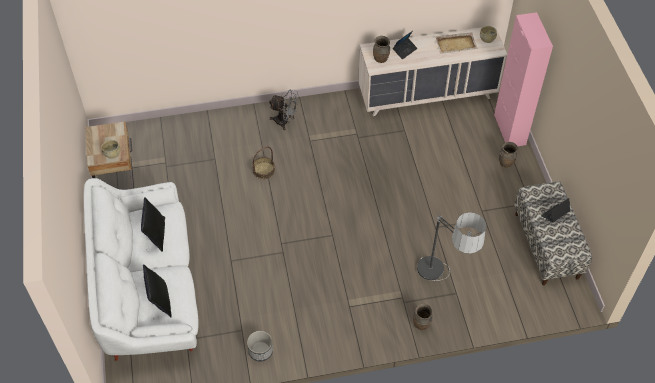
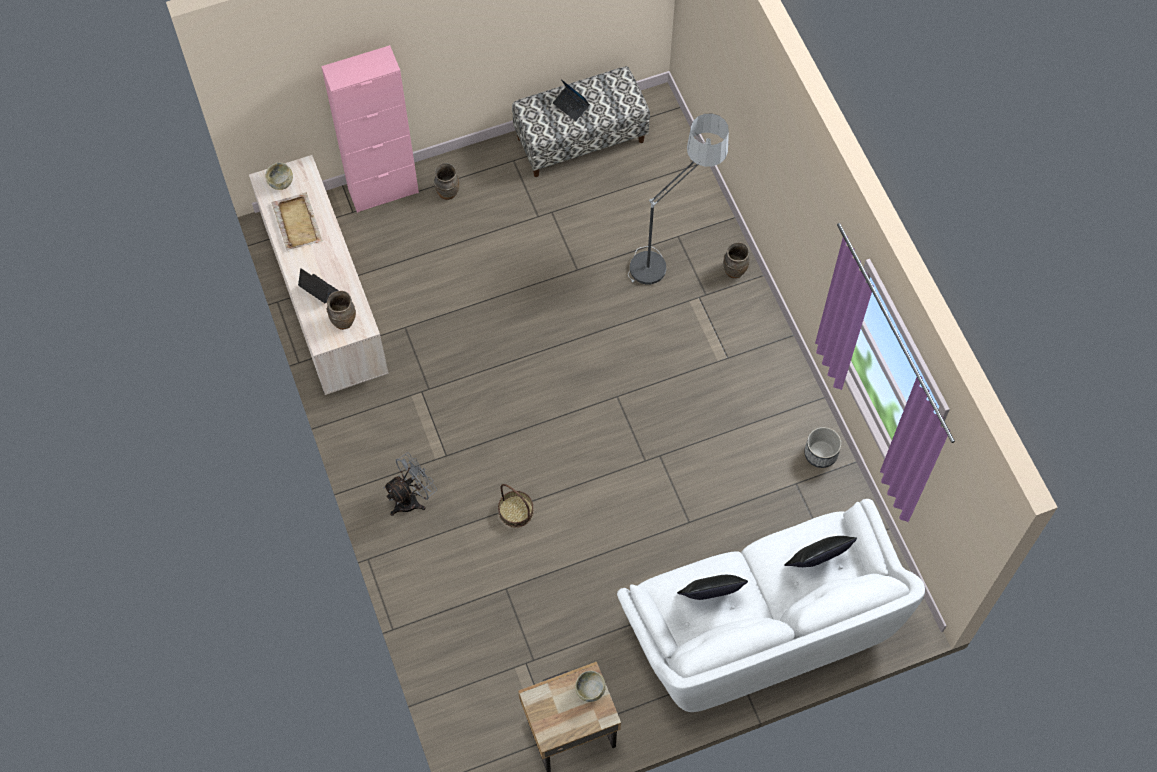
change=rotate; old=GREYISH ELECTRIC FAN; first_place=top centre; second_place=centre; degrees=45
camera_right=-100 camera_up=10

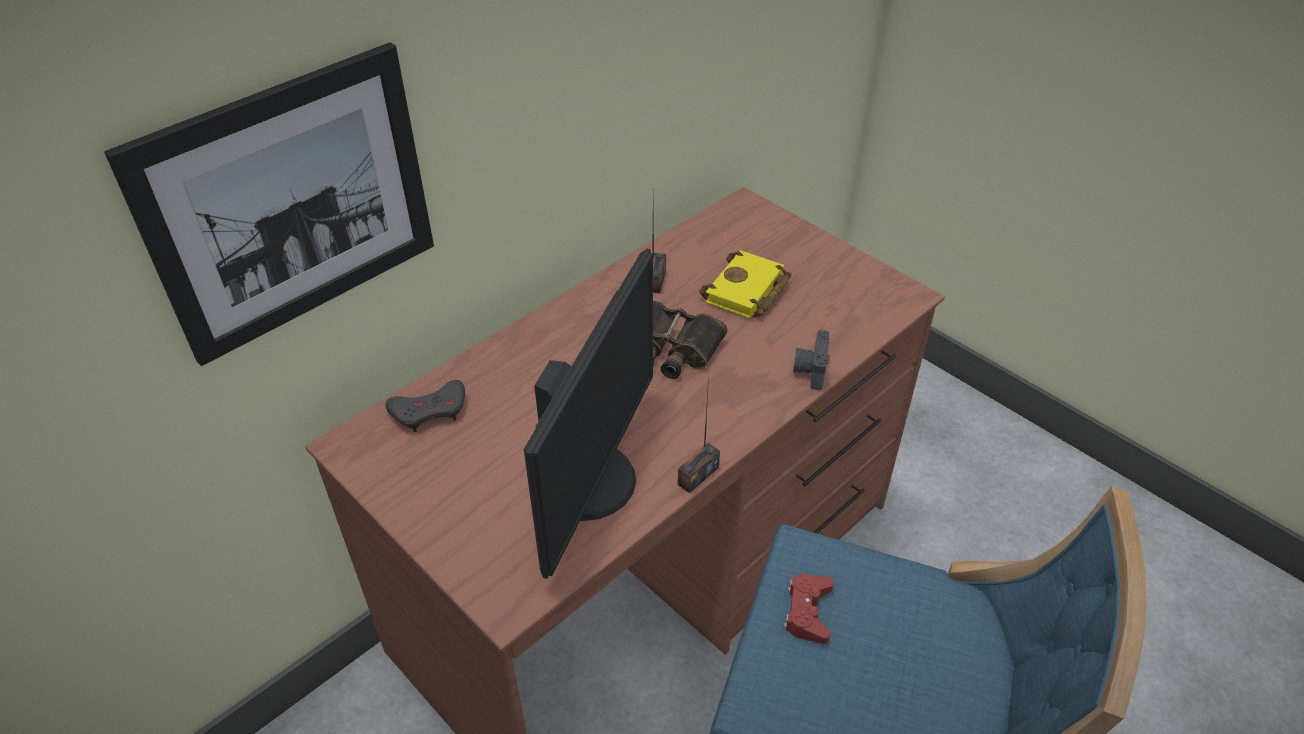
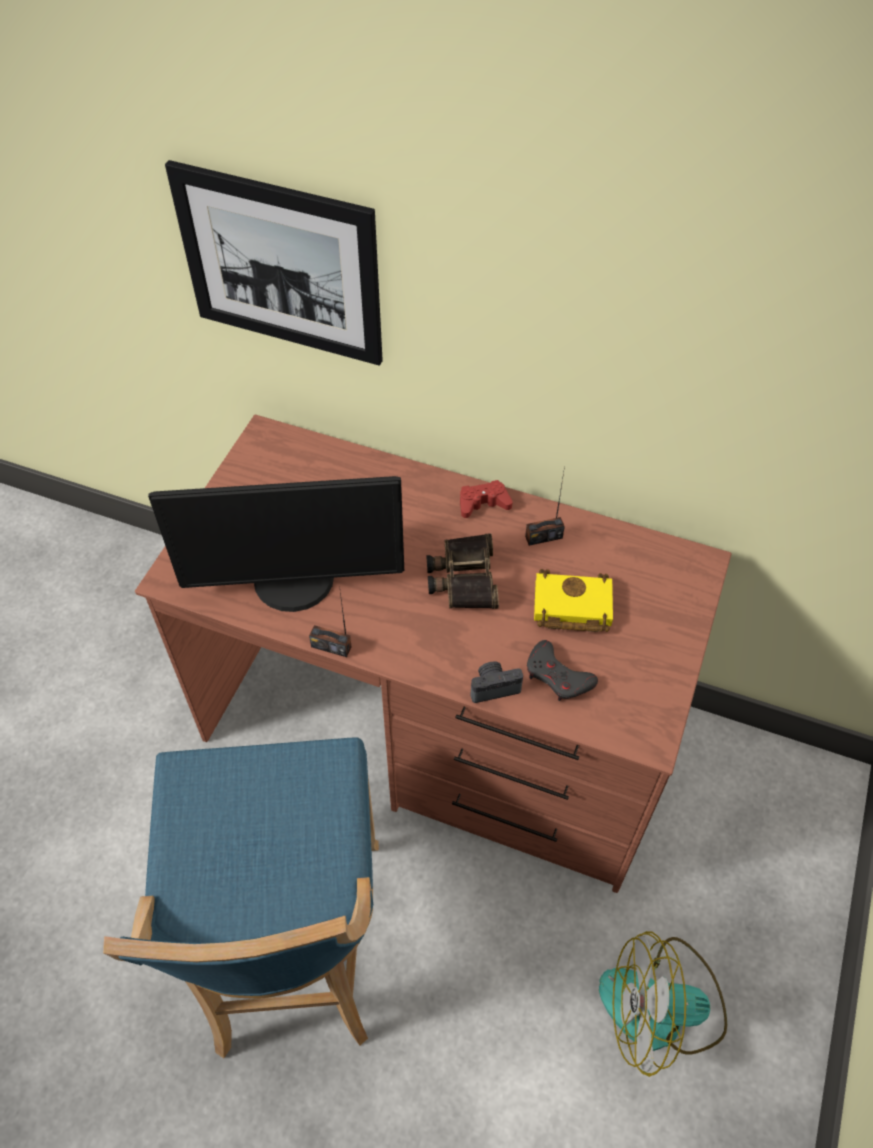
change=move; old=GREYISH JOYPAD; first_place=middle left; second_place=centre
change=move; old=RED-COLOURED JOYPAD; first_place=bottom centre; second_place=centre
change=insert; new=ELECTRIC FAN; second_place=bottom right
camera_right=65 camera_up=10

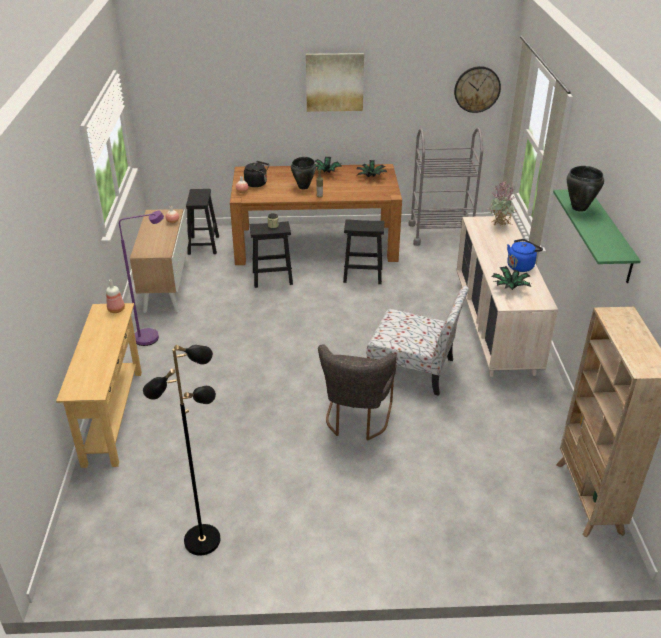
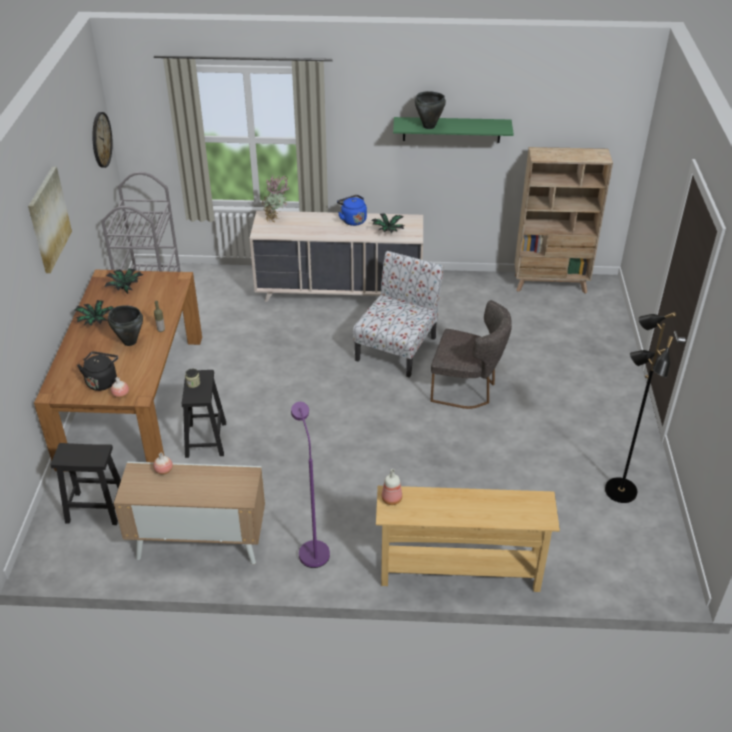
change=delete; old=BLACK SITTING STOOL (3rd from left); first_place=centre
camera_right=-85 camera_up=5

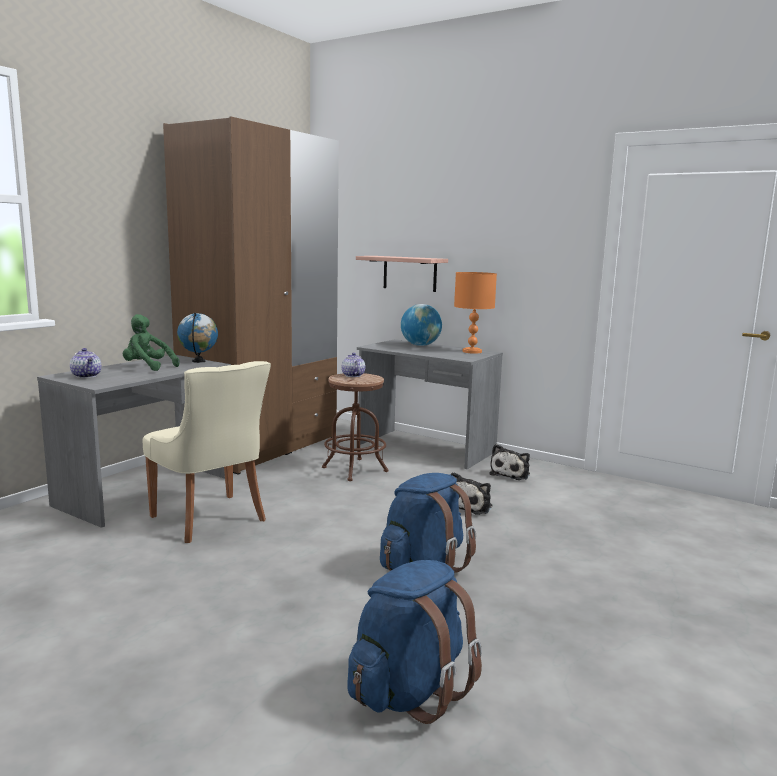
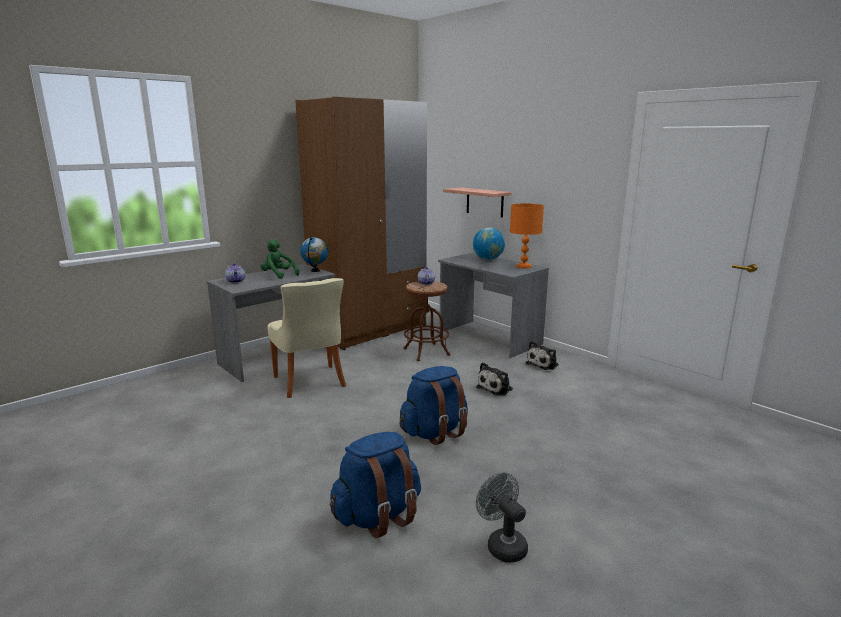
change=insert; new=GREYISH ELECTRIC FAN; second_place=bottom centre
camera_right=15 camera_up=5

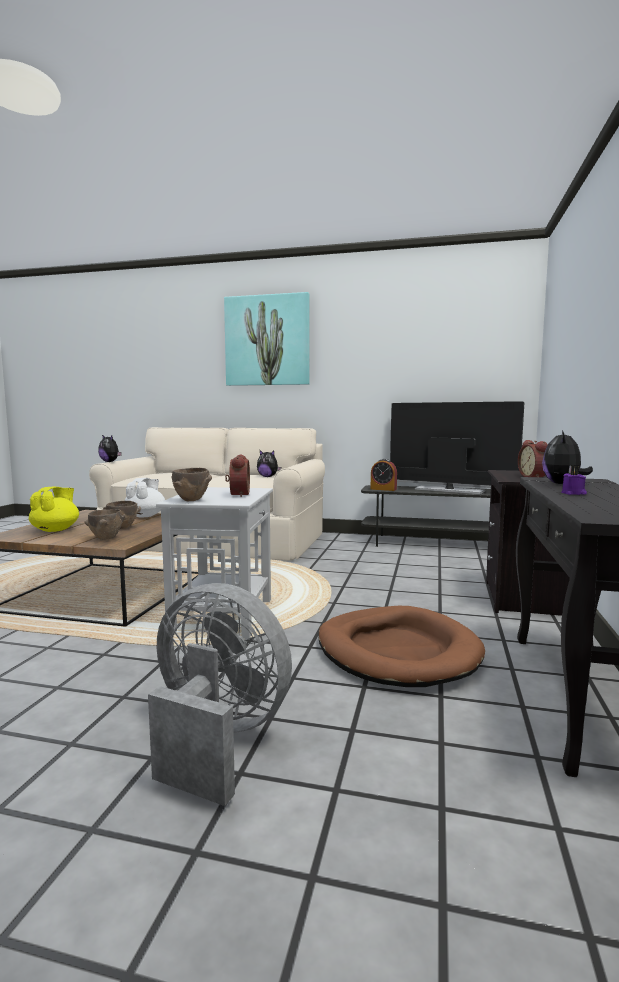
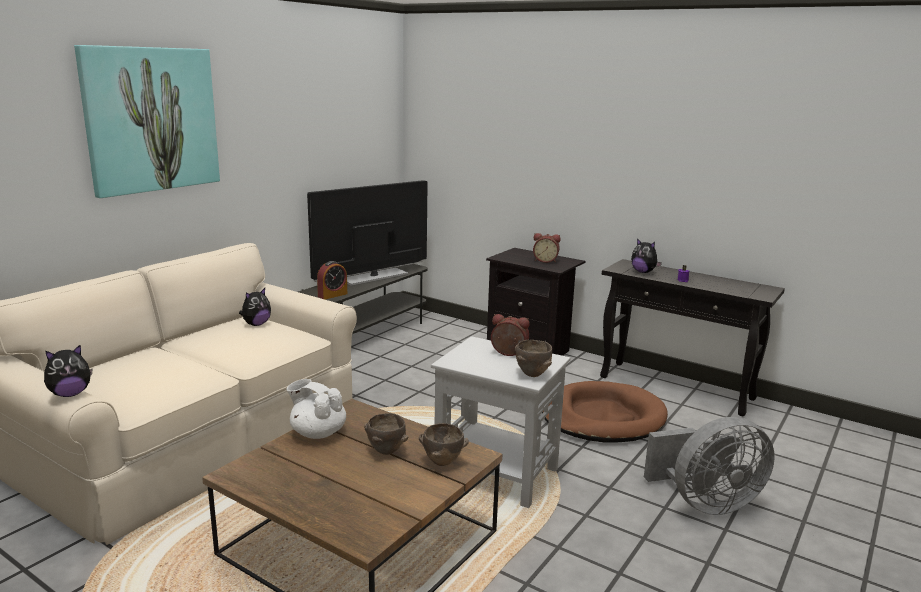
change=delete; old=YELLOWISH POT FOR TEA; first_place=middle left
change=rotate; old=GREYISH ELECTRIC FAN; first_place=bottom centre; second_place=bottom right; degrees=-150
camera_right=-70 camera_up=10

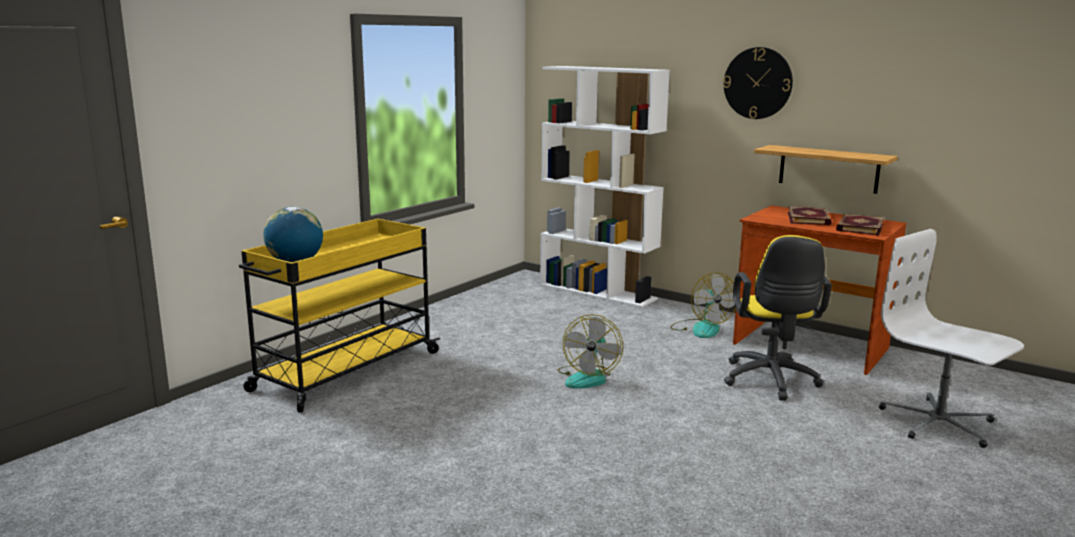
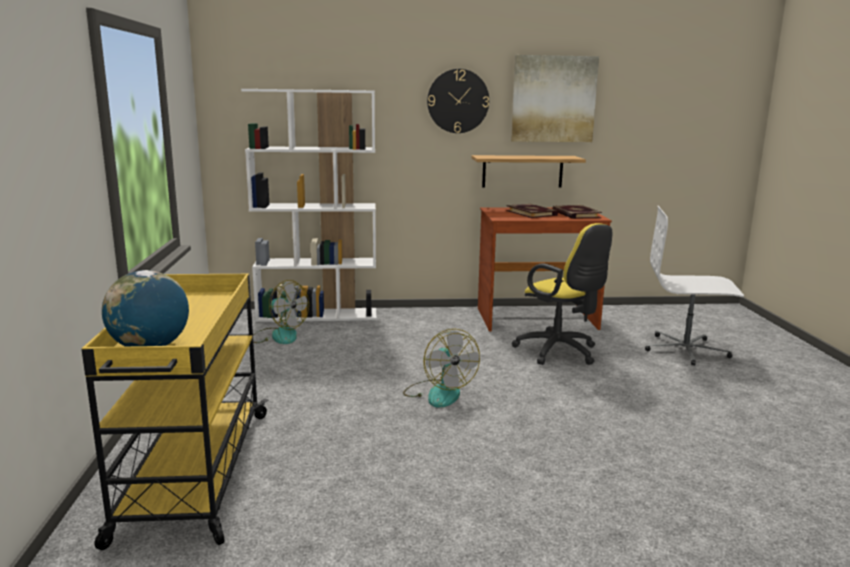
change=move; old=ELECTRIC FAN (2nd from left in the first image); new=ELECTRIC FAN (1st from left); first_place=centre; second_place=middle left
change=insert; new=WALL PICTURE; second_place=top centre
camera_right=-40 camera_up=0

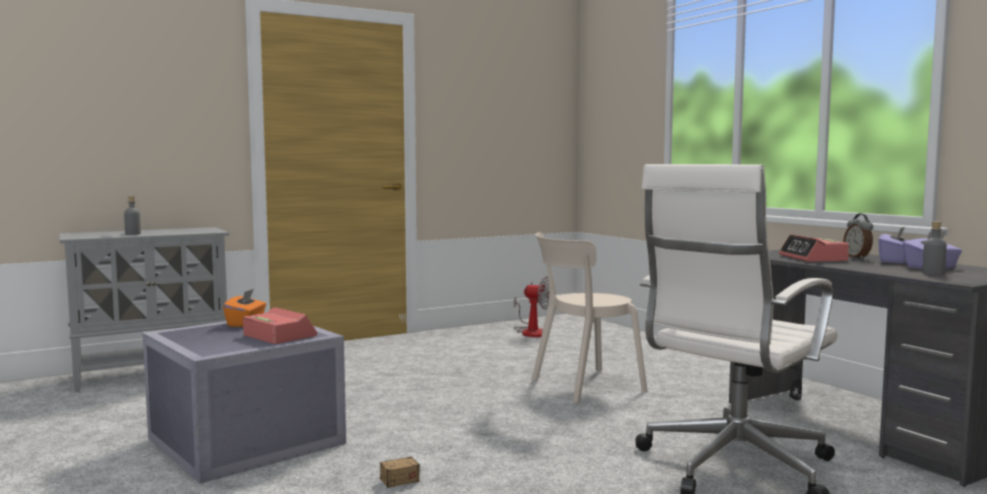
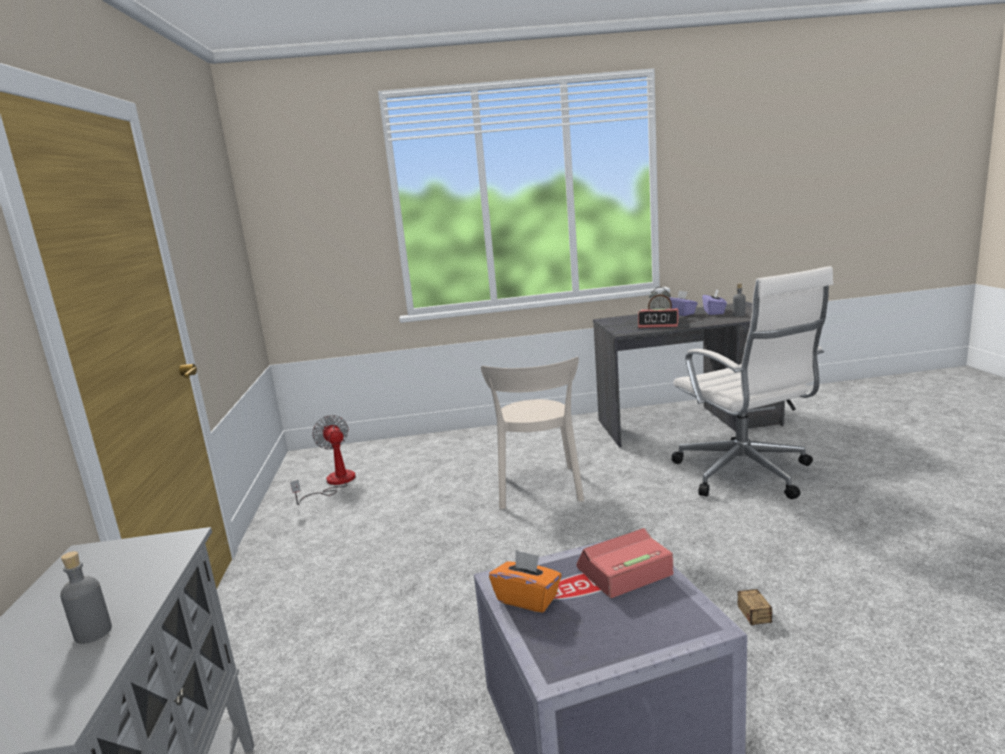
change=rotate; old=ELECTRIC FAN; first_place=centre; second_place=middle left; degrees=-75
camera_right=-65 camera_up=10

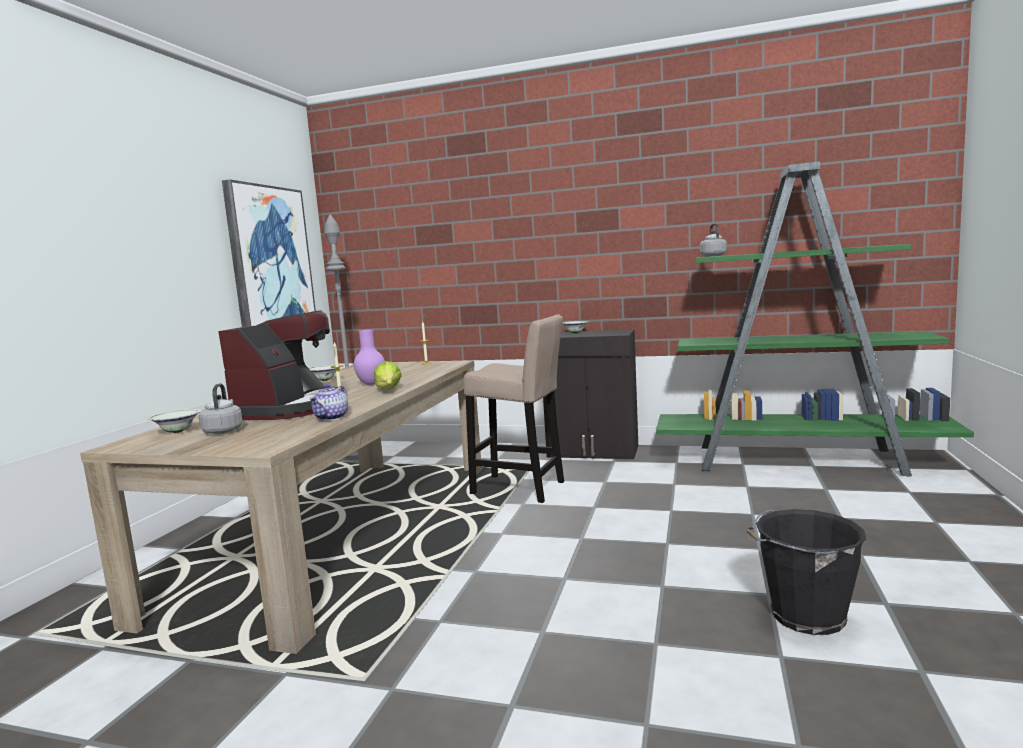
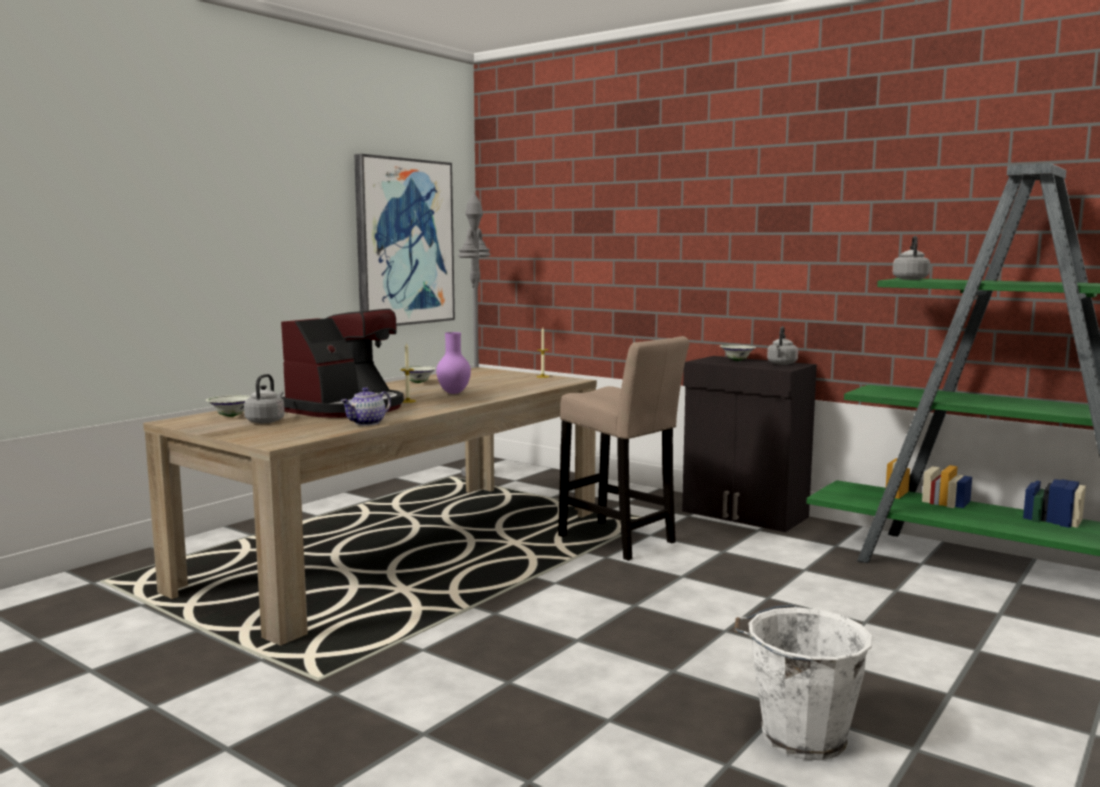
change=delete; old=HEAD OF LETTUCE; first_place=centre
change=recolor; old=BLACK WATER BUCKET; new=WHITISH WATER BUCKET; first_place=bottom right; second_place=bottom right
change=insert; new=GREYISH KETTLE (2nd from left); second_place=middle right
camera_right=20 camera_up=0

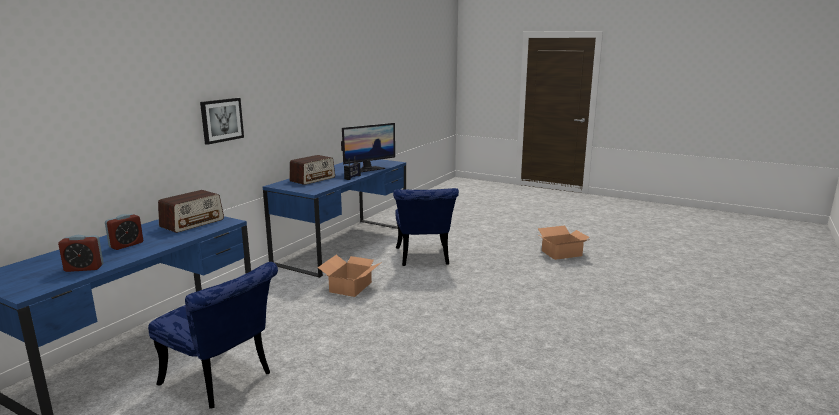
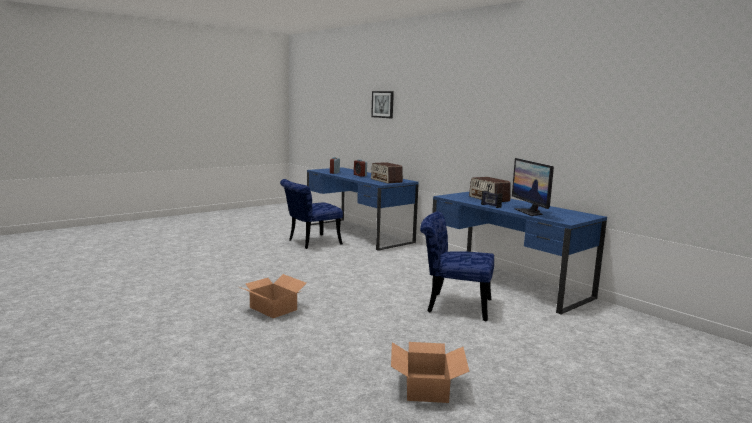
change=move; old=WALL PICTURE; first_place=top left; second_place=top centre
change=move; old=PACKING BOX (1st from left); first_place=centre; second_place=bottom centre
camera_right=110 camera_up=-5

